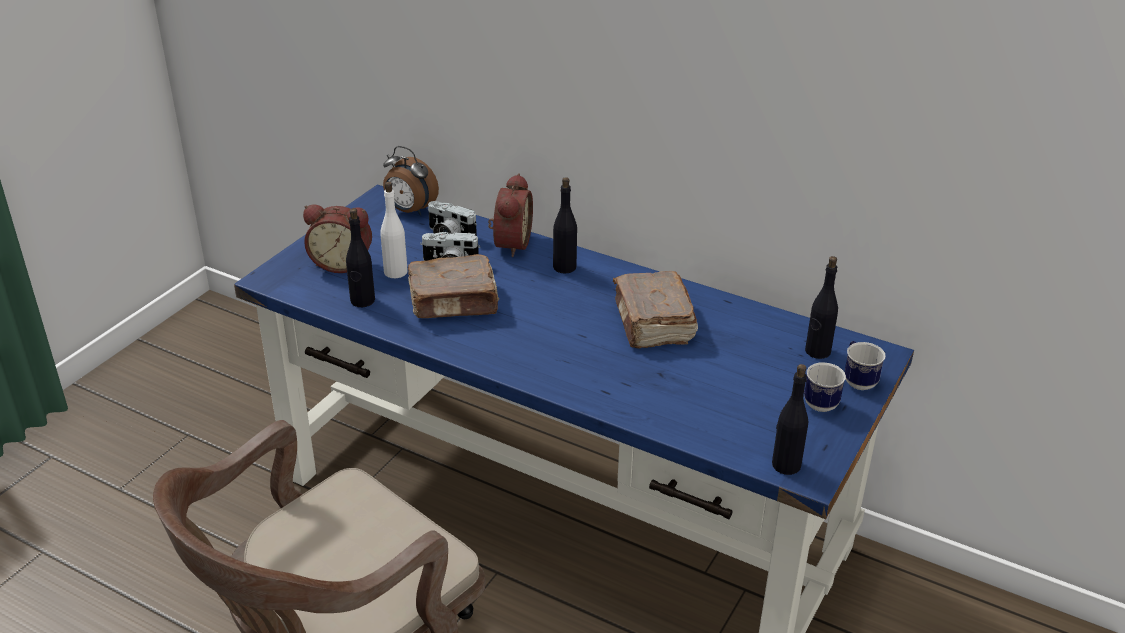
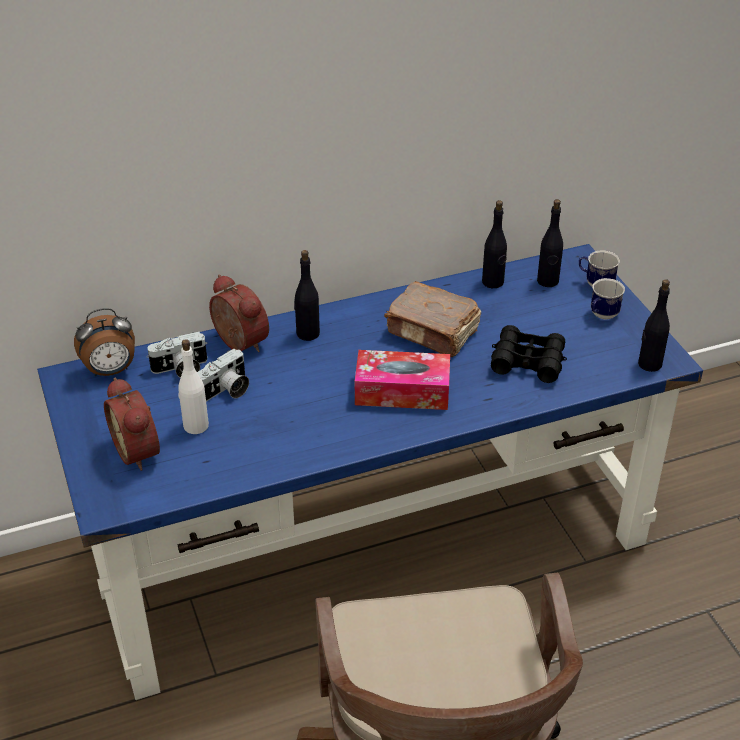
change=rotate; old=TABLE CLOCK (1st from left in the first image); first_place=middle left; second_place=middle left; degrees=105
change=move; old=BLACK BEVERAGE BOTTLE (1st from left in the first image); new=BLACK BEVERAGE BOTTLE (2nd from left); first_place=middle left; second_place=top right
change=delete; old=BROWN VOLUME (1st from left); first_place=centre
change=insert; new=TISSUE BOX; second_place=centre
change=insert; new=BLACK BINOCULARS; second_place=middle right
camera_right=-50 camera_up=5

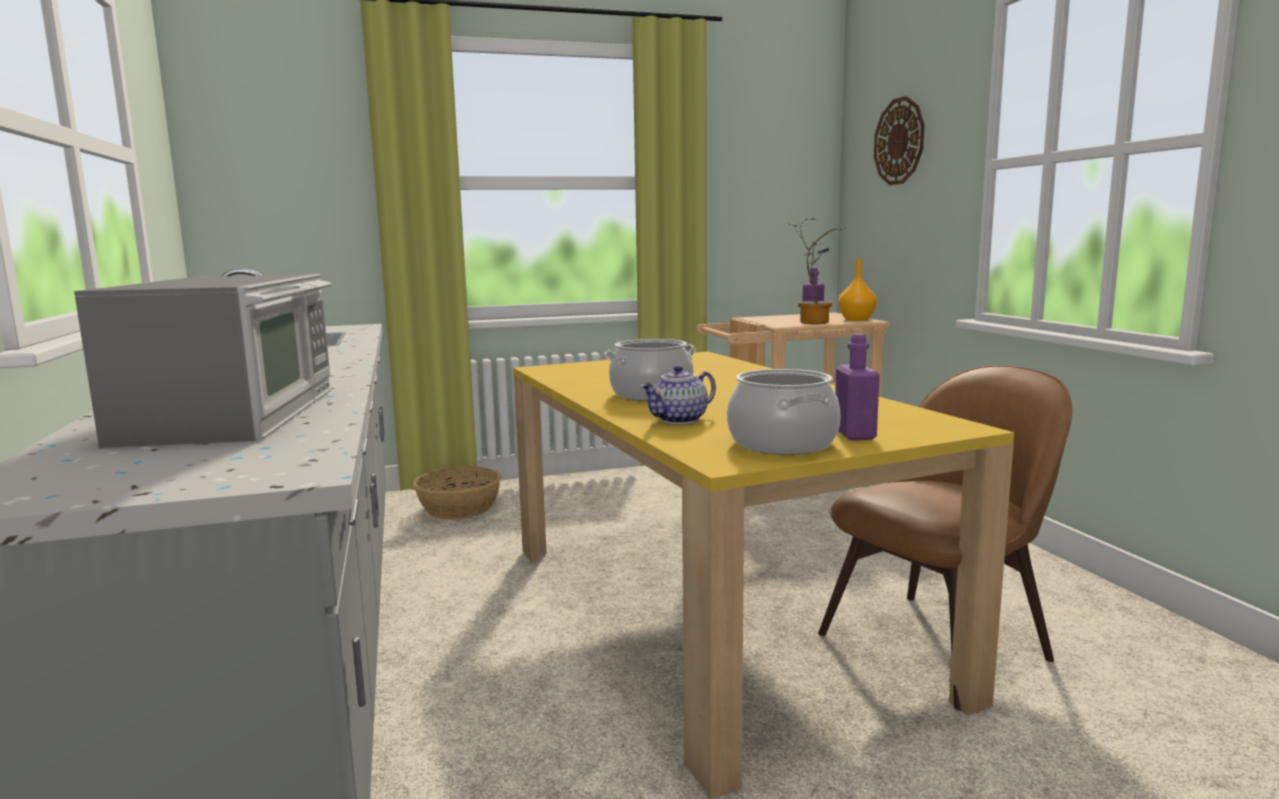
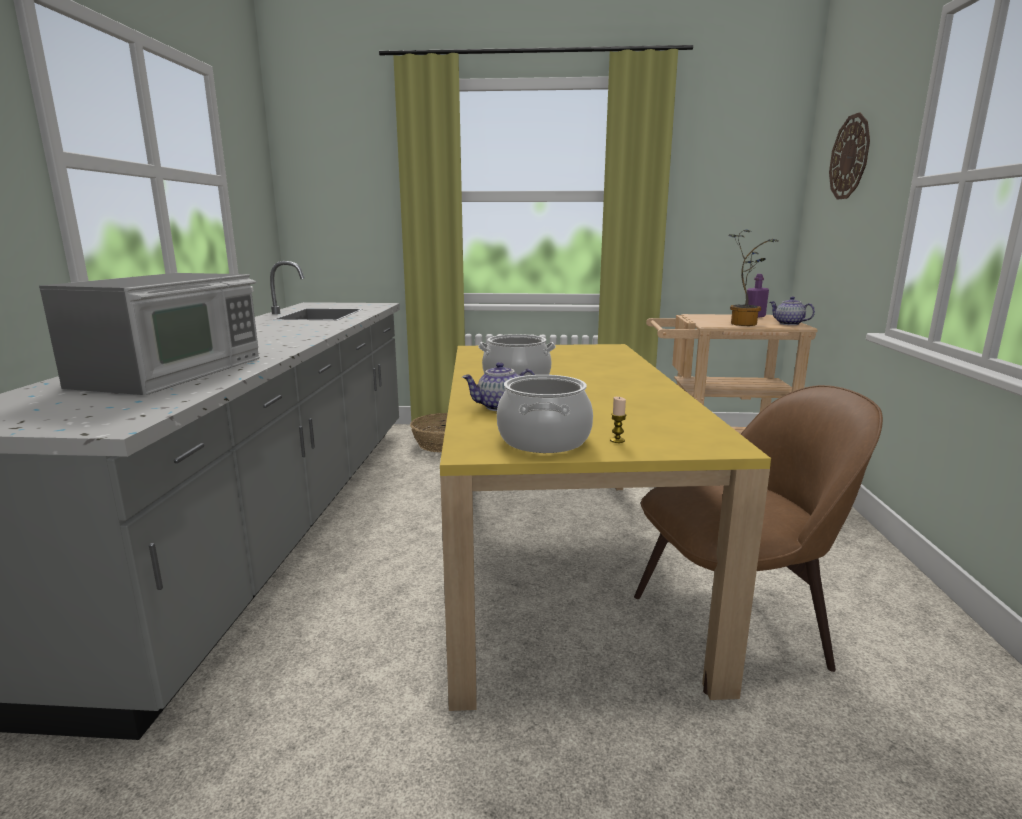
change=replace; old=PURPLE BEVERAGE BOTTLE (2nd from left); new=WAX CANDLE; first_place=middle right; second_place=centre
change=replace; old=ORANGE FLOWER VASE; new=POT FOR TEA (2nd from left); first_place=middle right; second_place=middle right
camera_right=20 camera_up=5

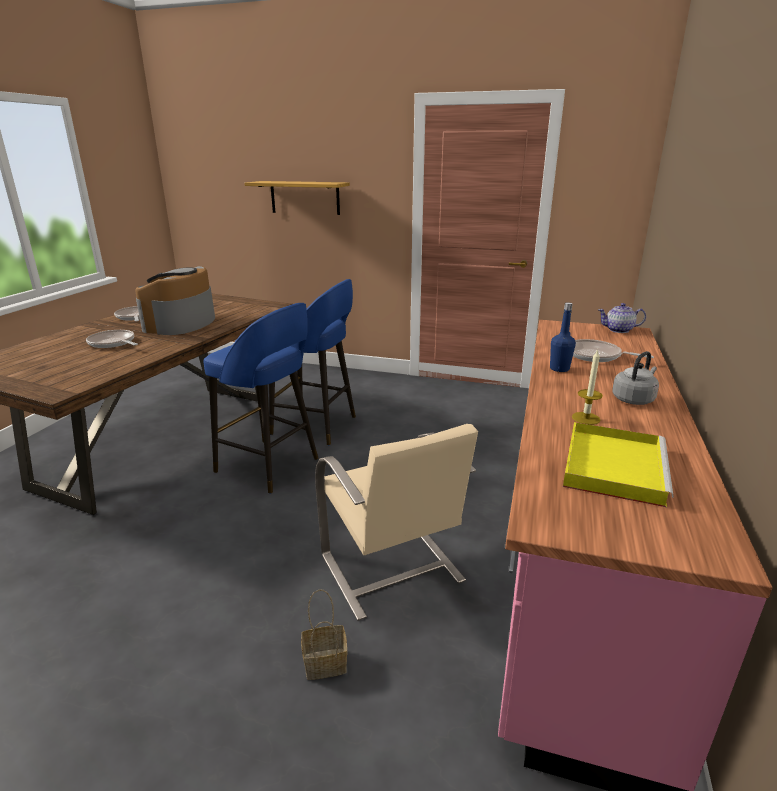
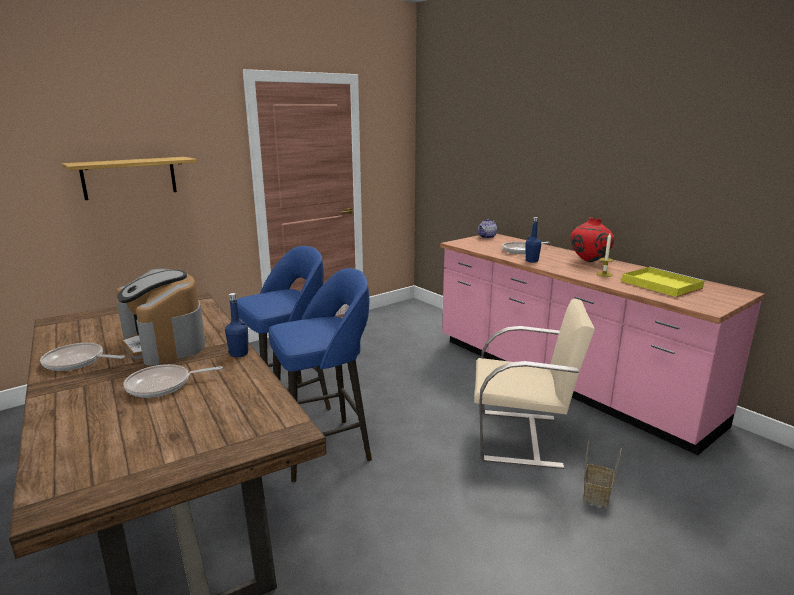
change=replace; old=GREYISH KETTLE; new=RED-COLOURED FLOWER VASE; first_place=middle right; second_place=middle right
change=insert; new=BLUE BEVERAGE BOTTLE (1st from left); second_place=middle left
camera_right=-55 camera_up=-5

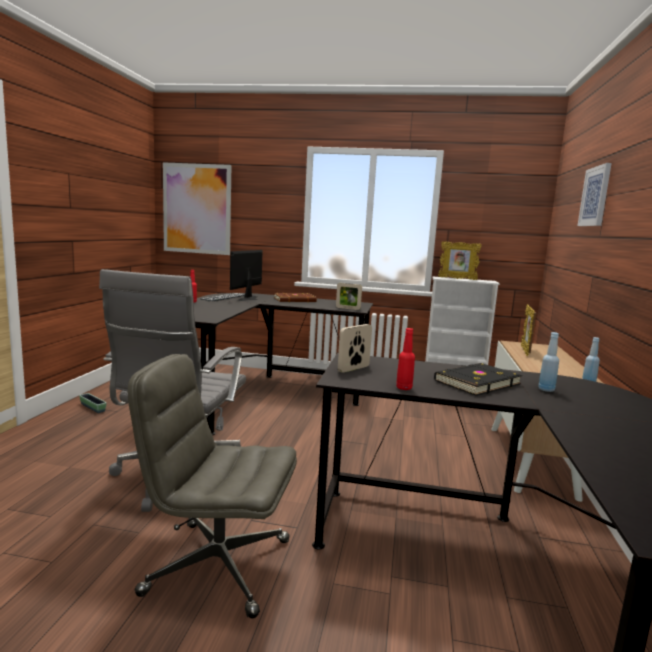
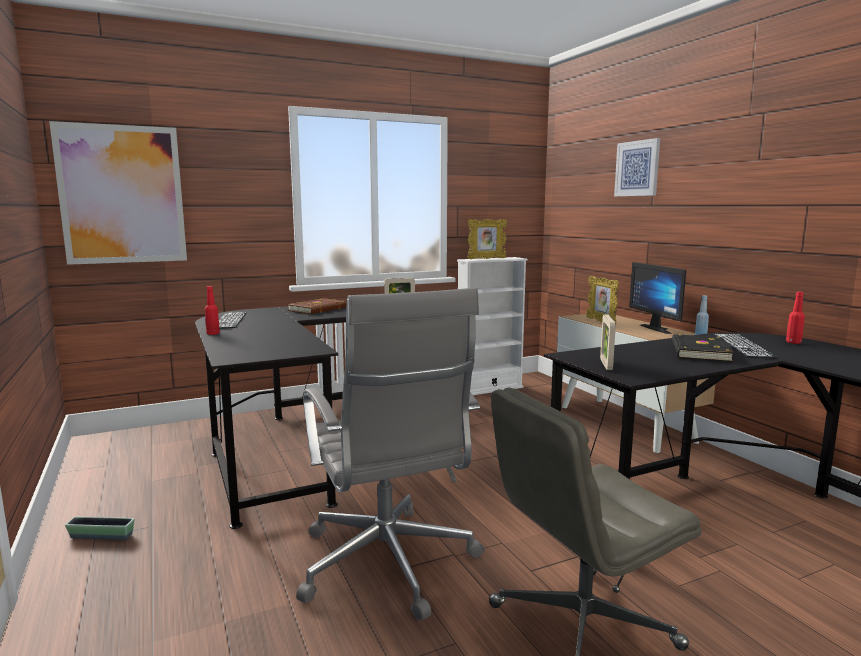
change=move; old=COMPUTER SCREEN; first_place=centre; second_place=middle right
change=move; old=RED-COLOURED BEVERAGE BOTTLE (2nd from left); first_place=centre; second_place=middle right
change=replace; old=BLUE BEVERAGE BOTTLE (1st from left); new=KEYBOARD (2nd from left); first_place=middle right; second_place=middle right
camera_right=-35 camera_up=0

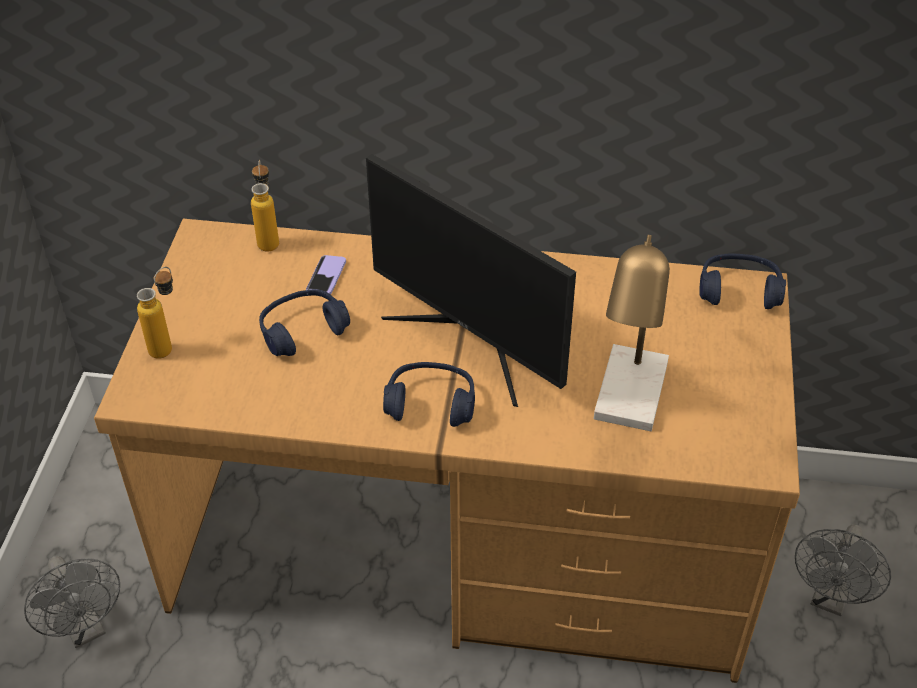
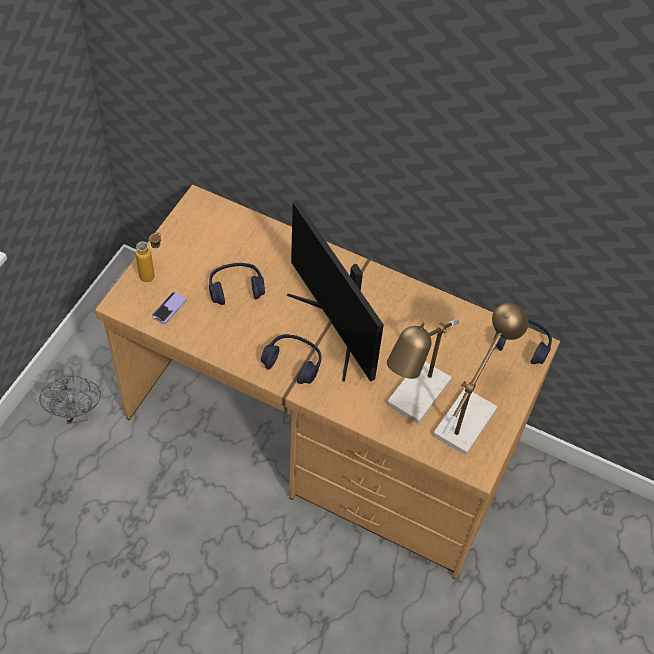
change=delete; old=BEVERAGE BOTTLE (2nd from left); first_place=top left
change=move; old=TELEPHONE; first_place=centre; second_place=middle left
change=delete; old=GREYISH ELECTRIC FAN (2nd from left); first_place=bottom right
change=insert; new=TABLETOP LAMP (2nd from left); second_place=middle right
camera_right=15 camera_up=10

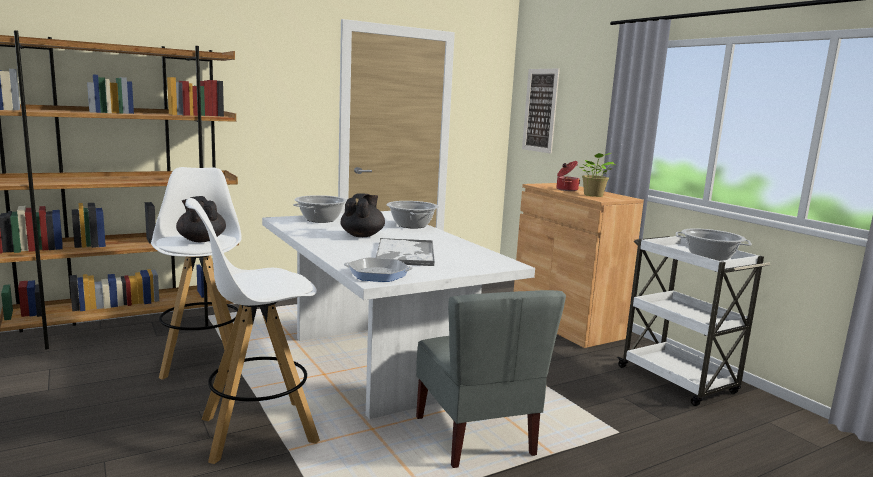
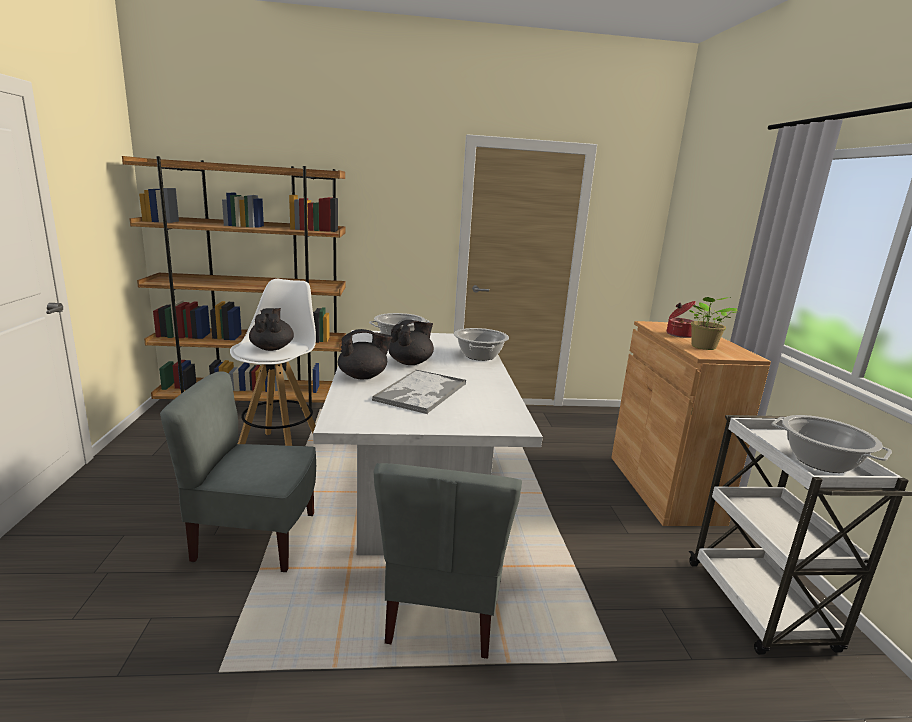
change=replace; old=WHITISH SITTING STOOL (2nd from left); new=GREYISH PLAIN CHAIR (1st from left); first_place=bottom left; second_place=middle left
change=delete; old=PAN; first_place=centre
change=delete; old=WALL PICTURE; first_place=top centre
change=insert; new=BLACK POT FOR TEA (2nd from left); second_place=centre
camera_right=25 camera_up=5

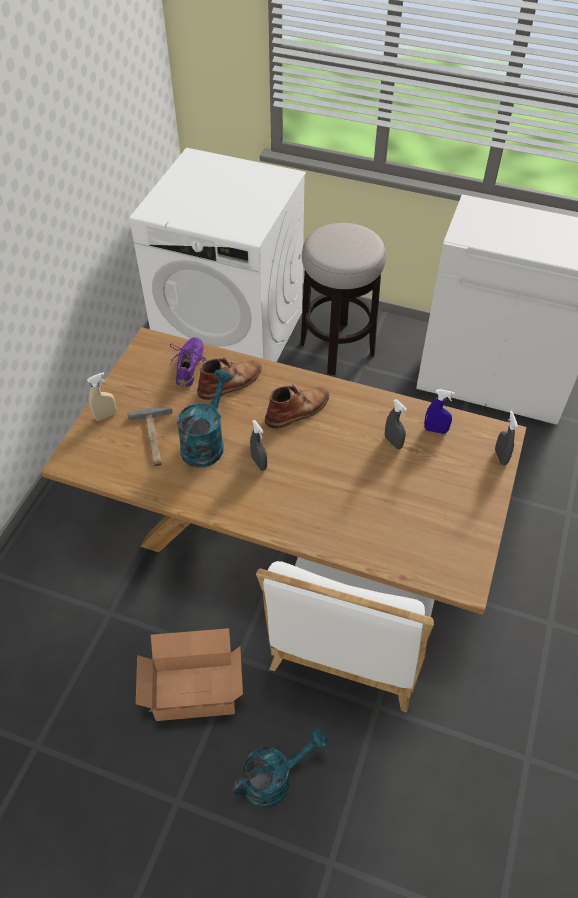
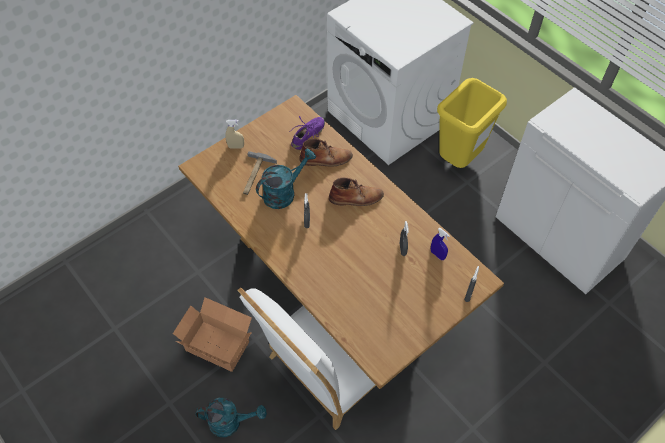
change=replace; old=SITTING STOOL; new=YELLOWISH RUBBISH BIN; first_place=top centre; second_place=top right
camera_right=30 camera_up=5

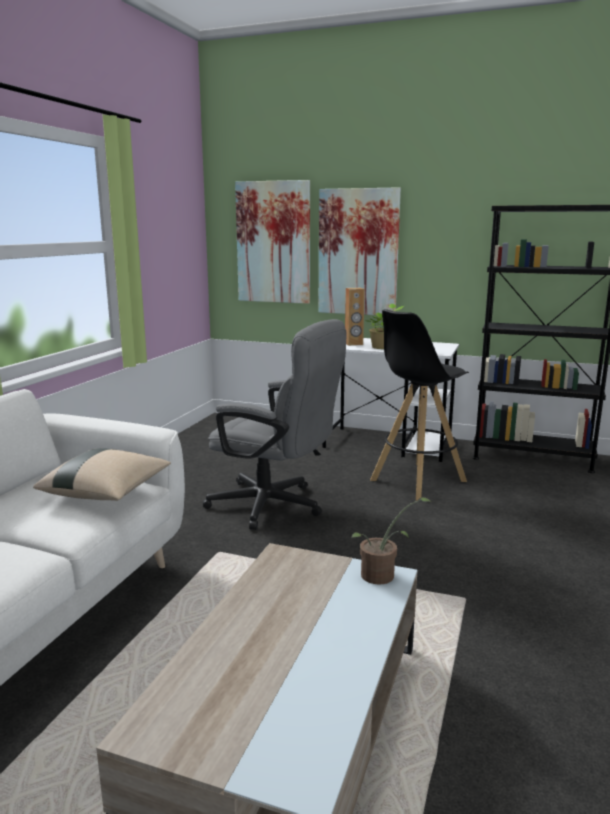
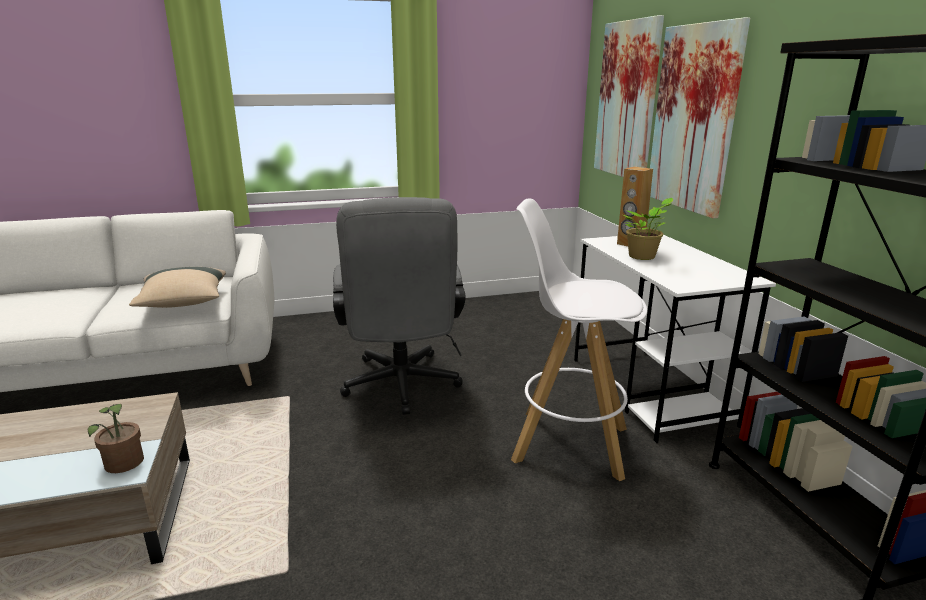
change=recolor; old=BLACK SITTING STOOL; new=WHITISH SITTING STOOL; first_place=middle right; second_place=centre
camera_right=55 camera_up=5

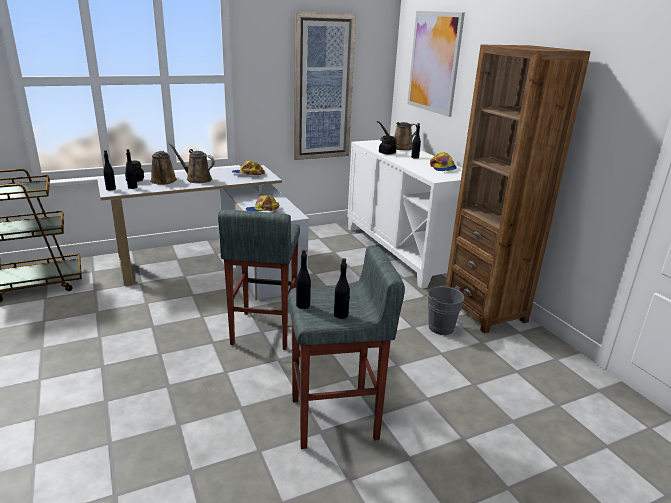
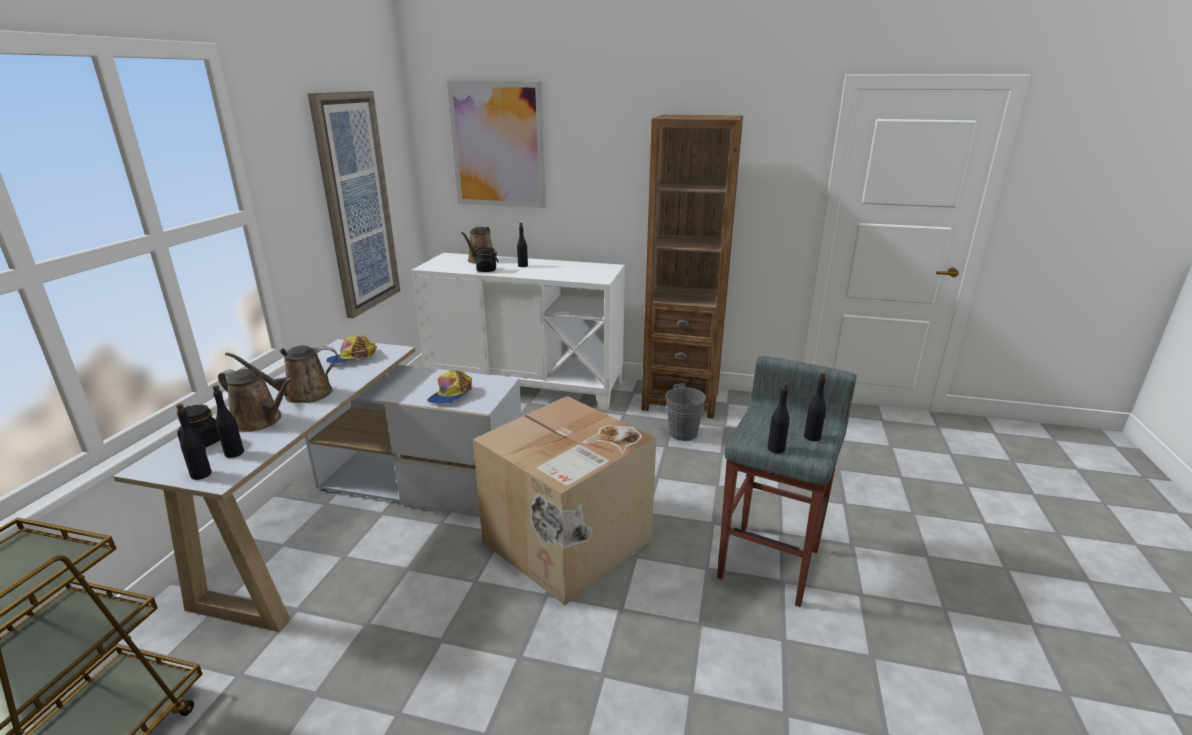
change=replace; old=GREYISH SITTING STOOL (1st from left); new=PACKING BOX; first_place=centre; second_place=bottom centre
change=delete; old=PEAKED CAP (3rd from left); first_place=top centre
camera_right=-50 camera_up=0

